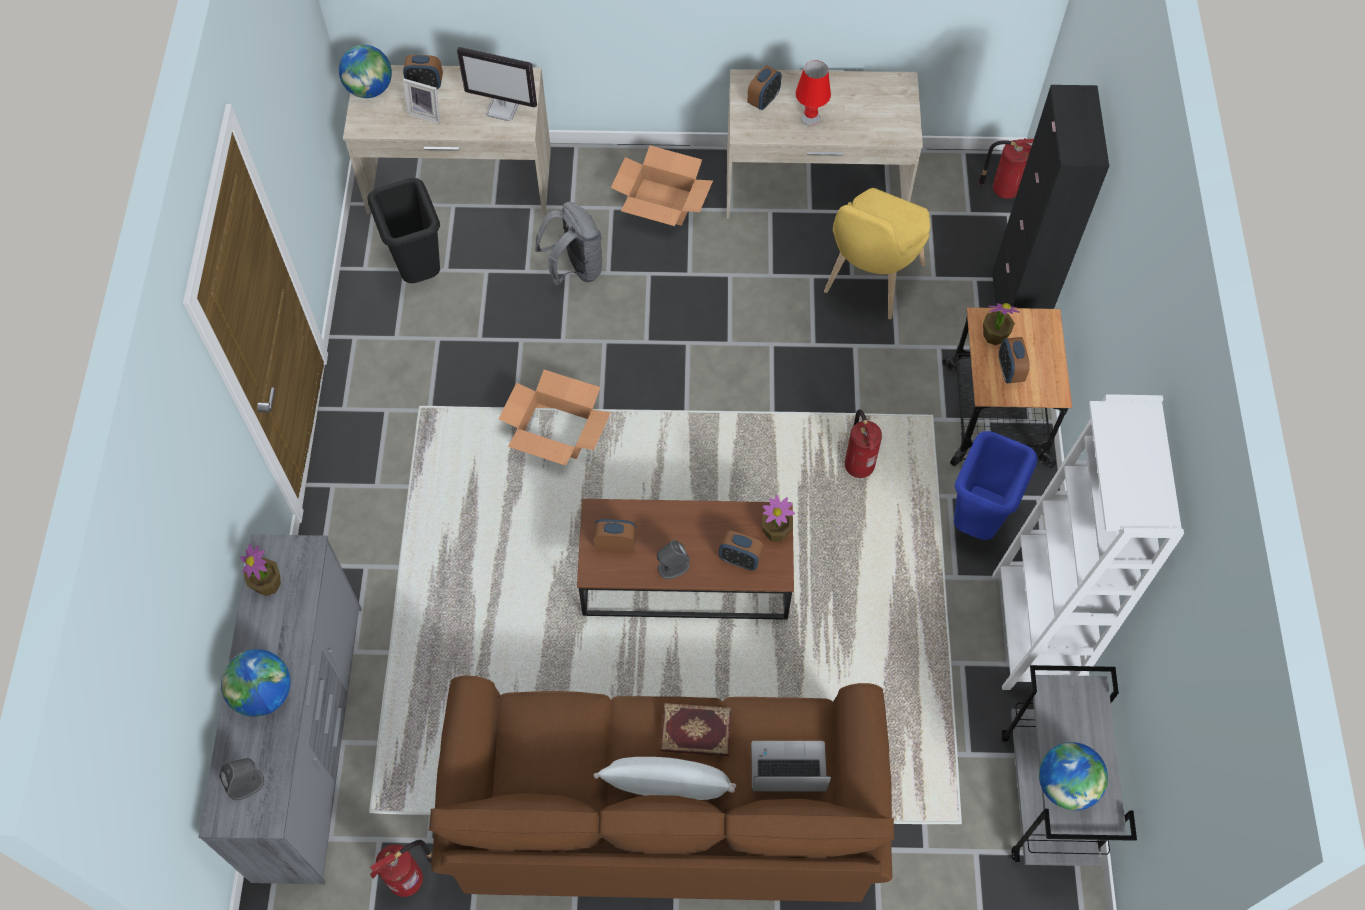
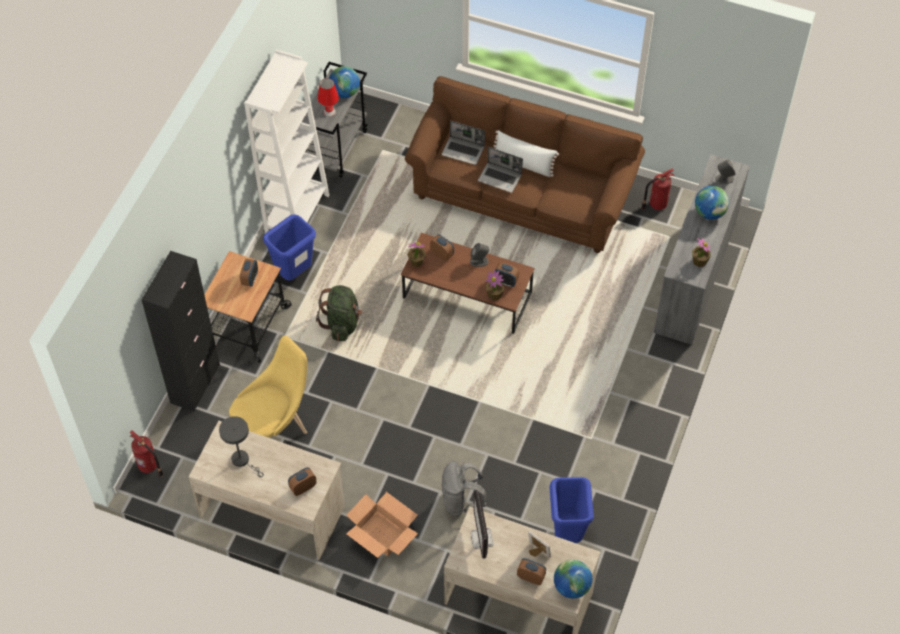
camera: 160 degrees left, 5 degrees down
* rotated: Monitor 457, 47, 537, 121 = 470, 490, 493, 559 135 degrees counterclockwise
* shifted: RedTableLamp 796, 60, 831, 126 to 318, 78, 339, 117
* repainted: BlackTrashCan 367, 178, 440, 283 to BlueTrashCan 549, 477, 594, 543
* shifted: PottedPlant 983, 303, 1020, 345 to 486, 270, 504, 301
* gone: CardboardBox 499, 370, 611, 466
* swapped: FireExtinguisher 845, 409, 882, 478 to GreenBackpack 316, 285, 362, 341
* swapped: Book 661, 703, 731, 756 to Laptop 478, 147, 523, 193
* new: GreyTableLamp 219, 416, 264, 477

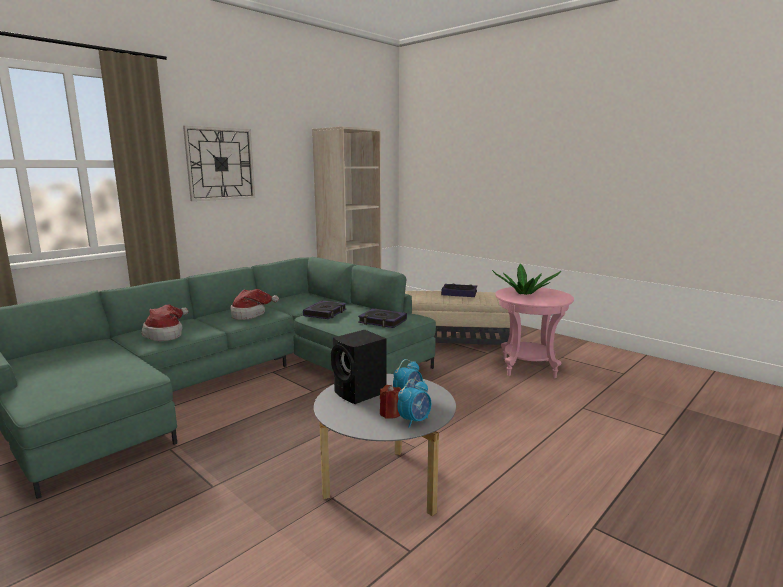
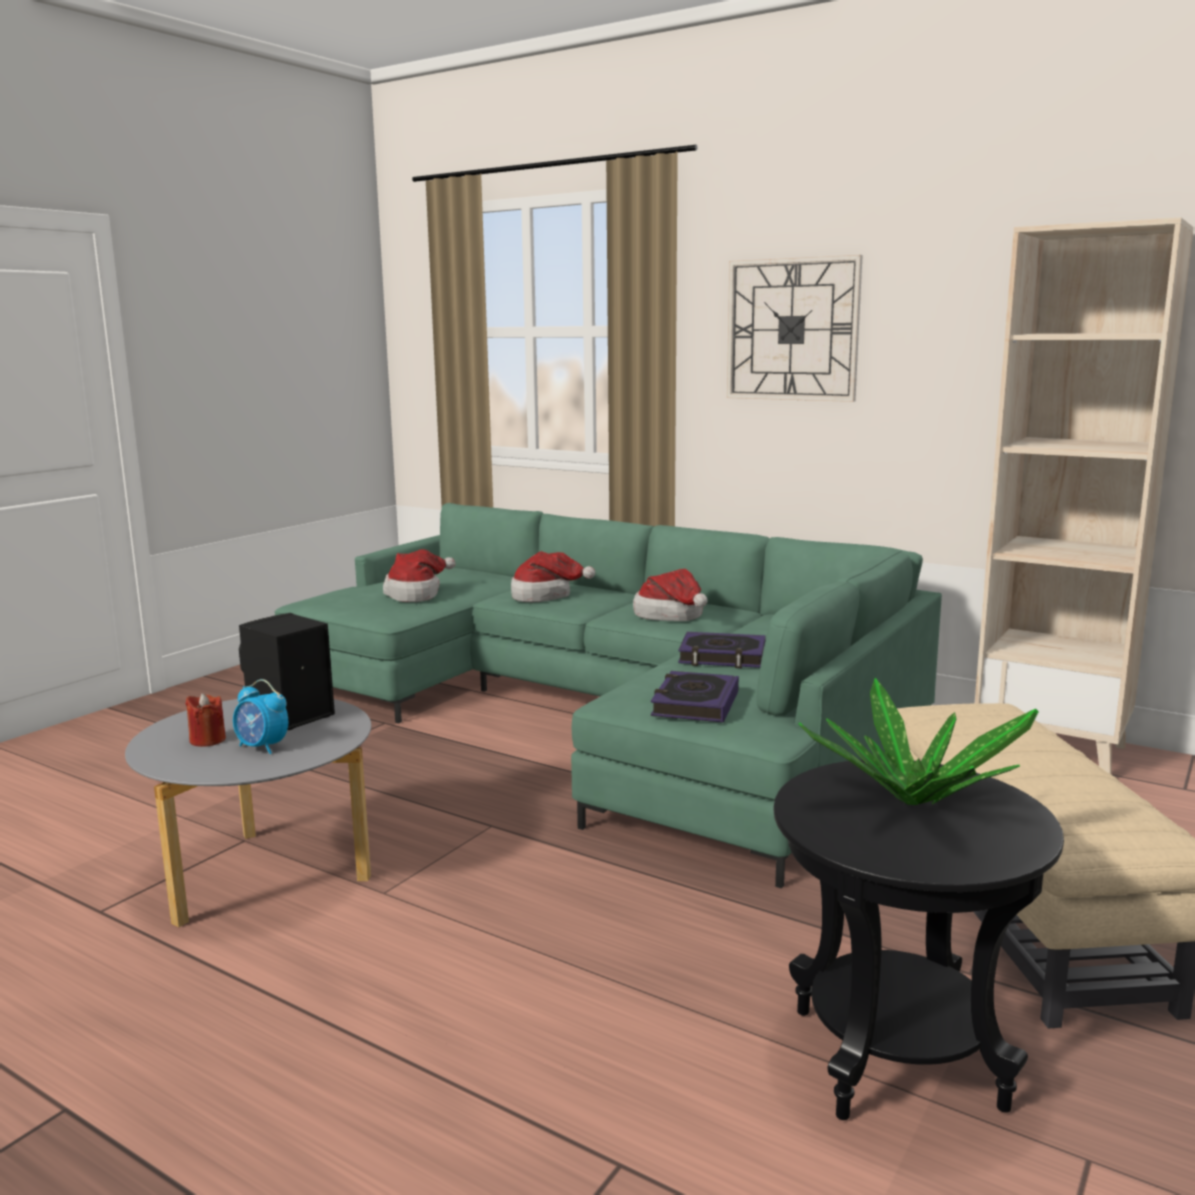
camera: 80 degrees right, 0 degrees up
* gone: Book 441, 284, 477, 297
* repainted: PinkSideTable 495, 287, 574, 378 to BlackSideTable 773, 760, 1064, 1120
* gone: AlarmClock 398, 379, 431, 428
* new: Hat 383, 549, 455, 602

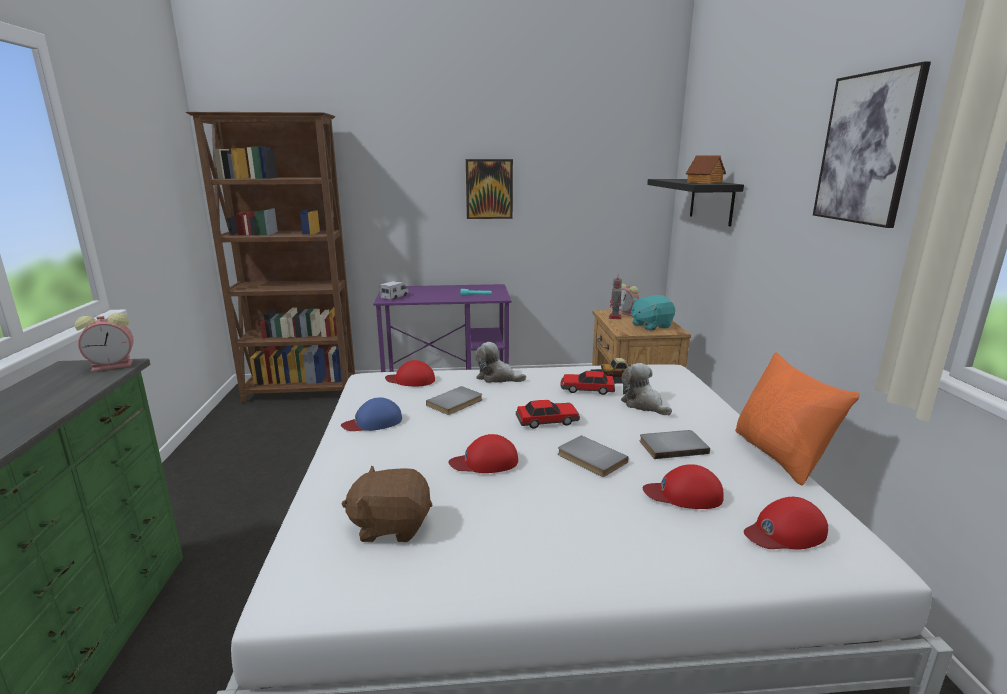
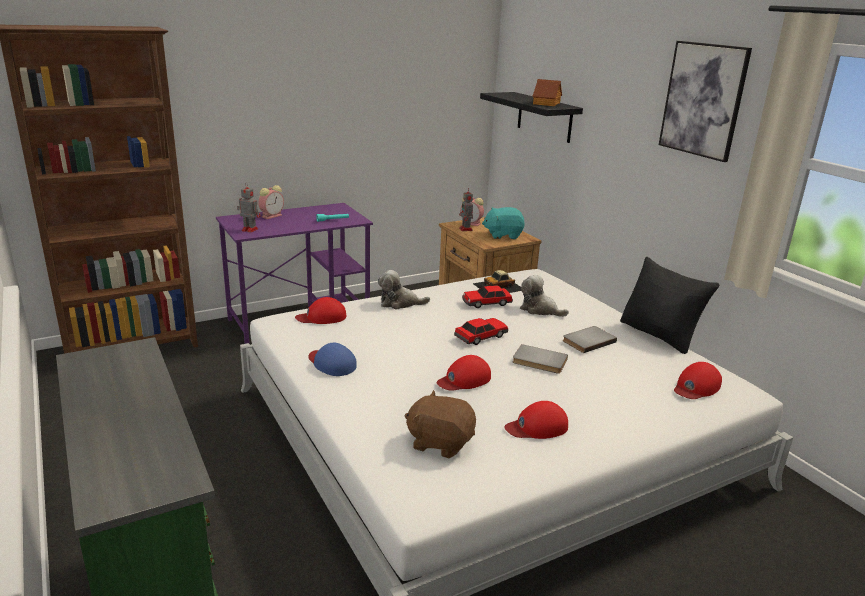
camera: 25 degrees left, 5 degrees up
* gone: Picture 466, 159, 513, 219
* swapped: ToyTruck 380, 281, 409, 300 to ToyRobot 237, 184, 260, 233
* rotated: TurquoisePlushToy 631, 295, 675, 331 = 482, 207, 525, 239 45 degrees clockwise
* shifted: AlarmClock 75, 313, 134, 372 to 258, 185, 284, 219
* repainted: OrangePillow 735, 352, 860, 485 to BlackPillow 620, 257, 720, 354
* gone: GreyBook 426, 386, 482, 415
* rotated: BlueCap 341, 397, 402, 431 = 308, 343, 357, 376 90 degrees clockwise
* shifted: RedCap 643, 464, 724, 509 to 504, 401, 568, 439
* rotated: BrownPlushToy 342, 465, 432, 542 = 405, 390, 476, 458 45 degrees clockwise

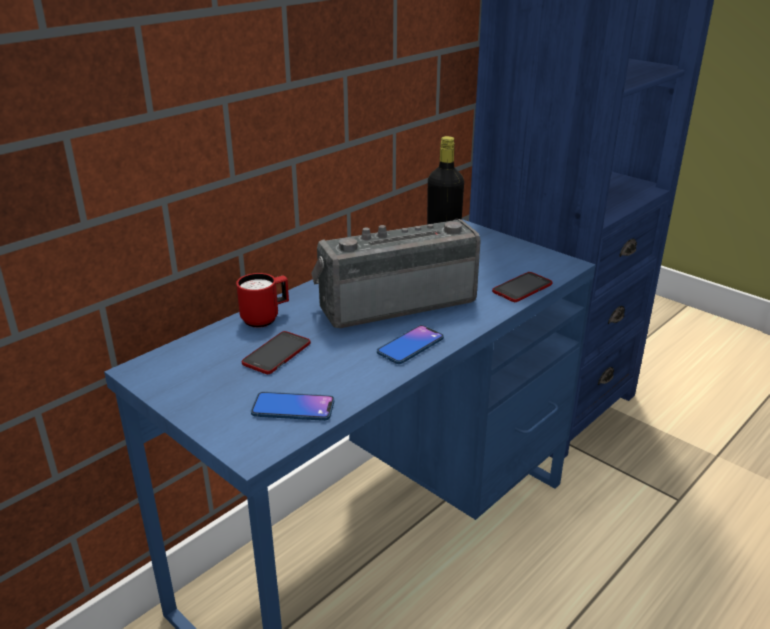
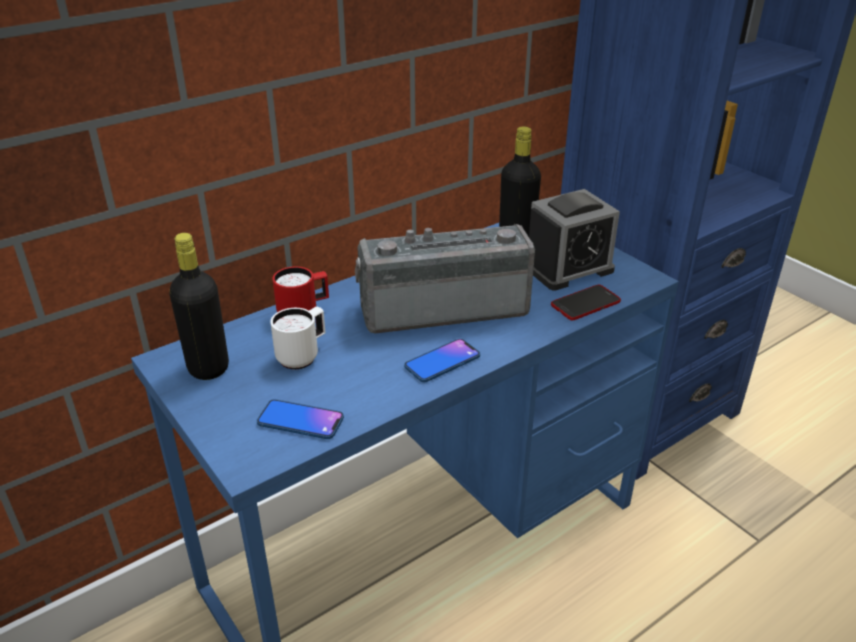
camera: 10 degrees right, 5 degrees up
* swapped: Phone 242, 331, 311, 374 to WhiteMug 270, 307, 325, 370
* new: AlarmClock 529, 189, 620, 290
* new: BlackBottle 170, 233, 229, 380

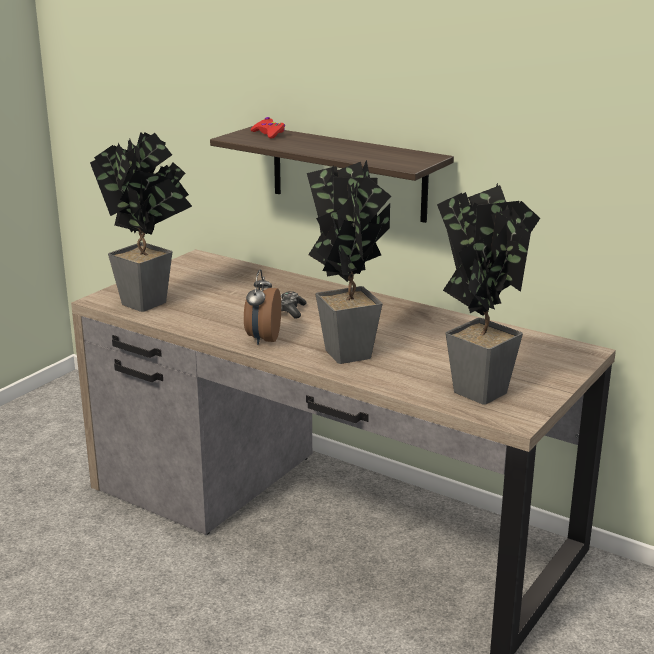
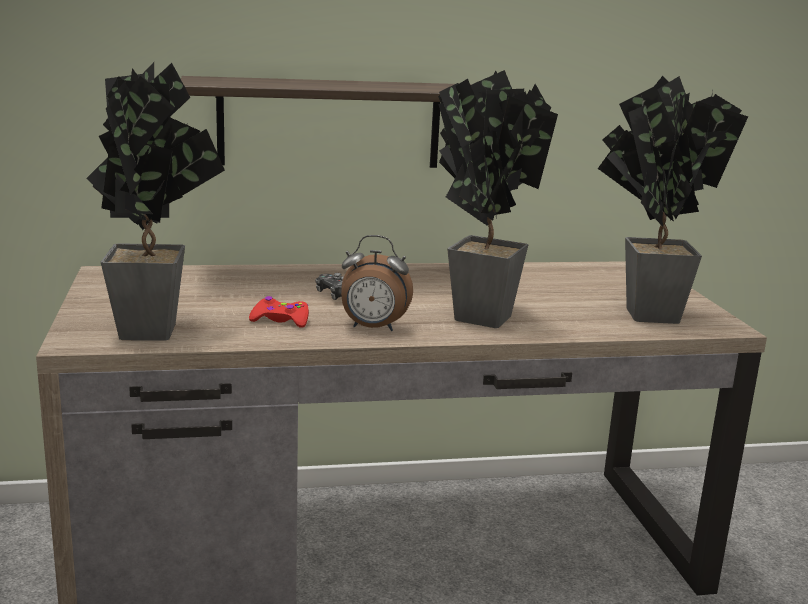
camera: 45 degrees left, 5 degrees down
* shifted: RedGameController 250, 117, 285, 139 to 249, 296, 309, 328
* rotated: AlarmClock 244, 269, 281, 345 = 341, 235, 413, 331 45 degrees counterclockwise

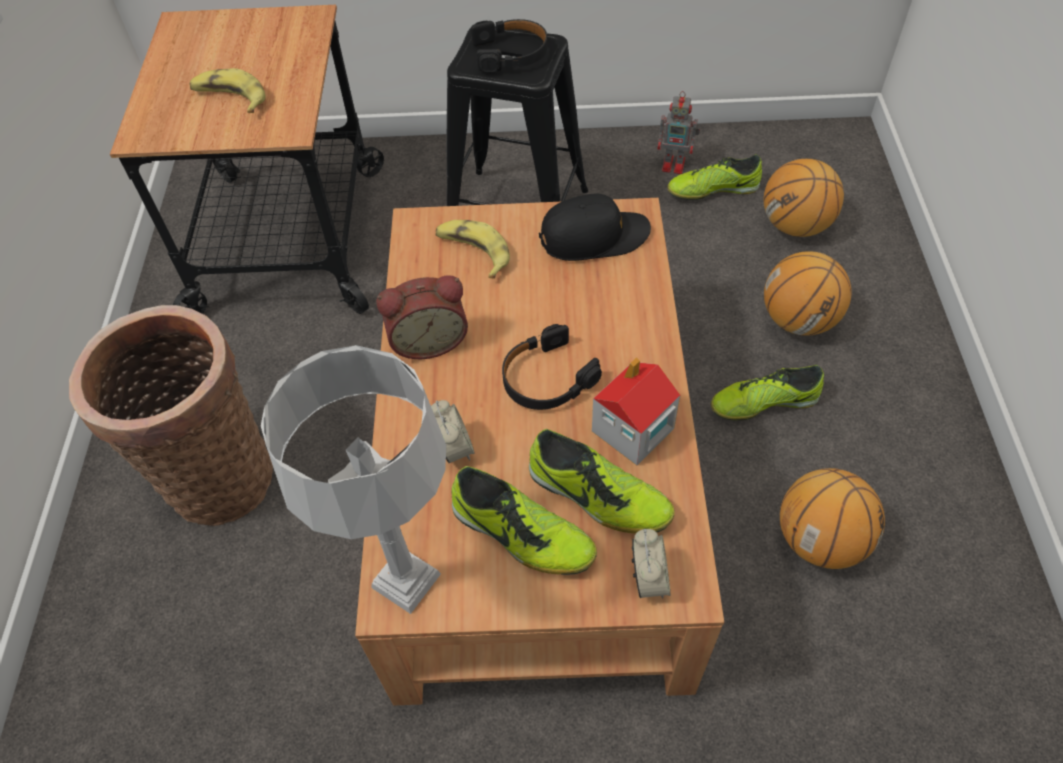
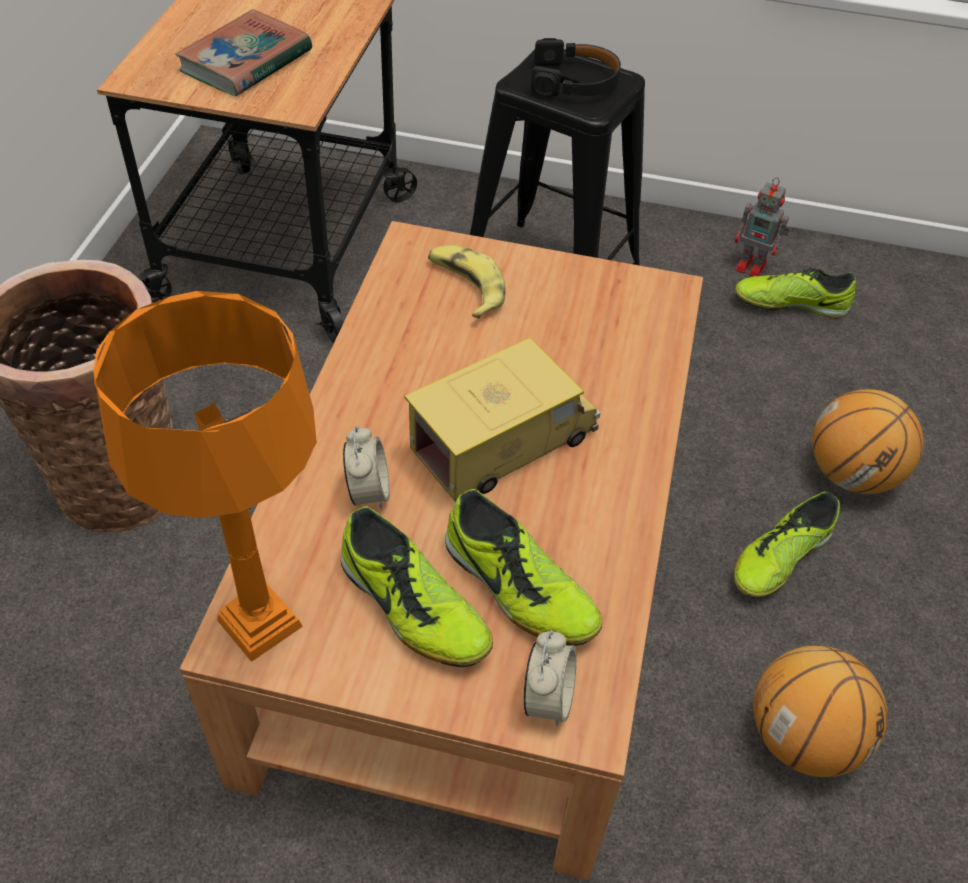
camera: 10 degrees right, 5 degrees down
* swapped: Banana 190, 68, 266, 113 to Book 175, 9, 312, 96
* gone: Basketball 764, 159, 844, 237
* gone: BlackCap 539, 194, 651, 261
* gone: AlarmClock 376, 275, 468, 359
* swapped: BlackHeadphones 502, 324, 602, 410 to ToyTruck 404, 338, 600, 502
* repainted: GreyTableLamp 261, 345, 446, 614 to OrangeTableLamp 93, 291, 317, 662
* gone: ToyHouse 592, 357, 680, 465
* rotated: Shoe 711, 365, 824, 420 = 733, 491, 840, 599 45 degrees counterclockwise

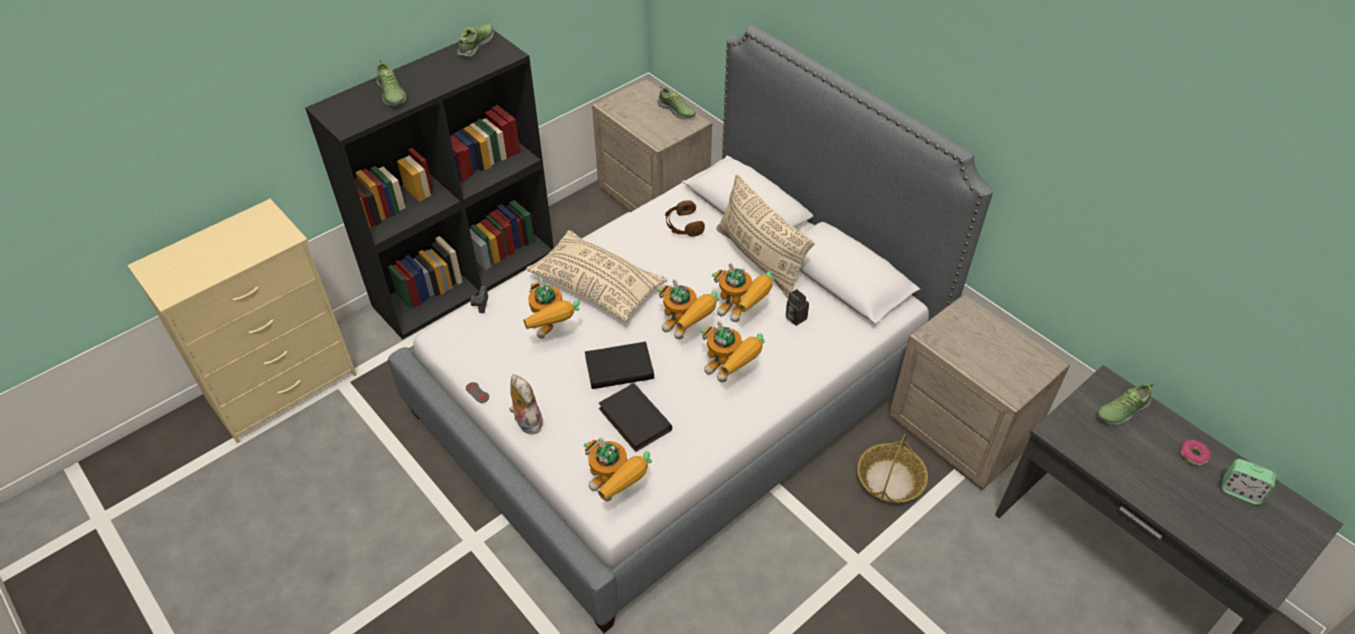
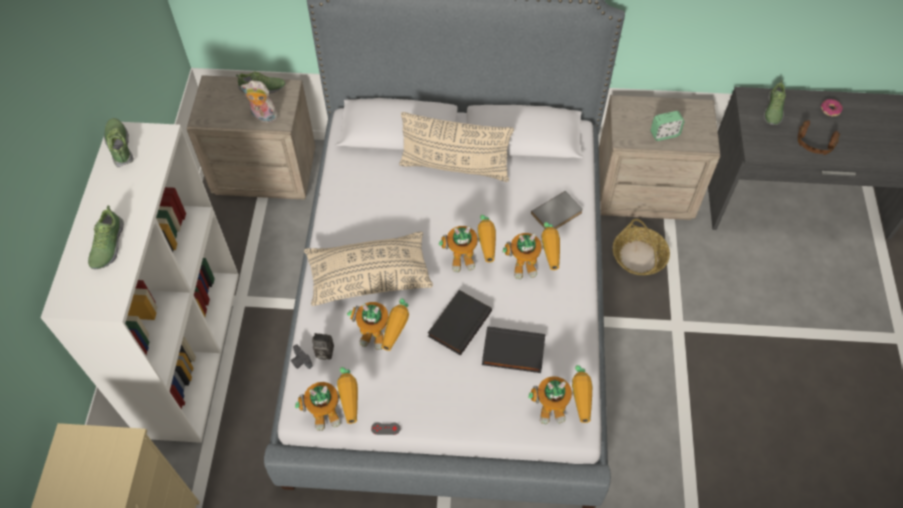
camera: 45 degrees left, 10 degrees up
* repainted: BlackBookcase 305, 30, 554, 340 to WhiteBookcase 40, 122, 239, 443
* rotated: Shoe 377, 60, 407, 106 = 88, 205, 124, 270 75 degrees clockwise
* shifted: BrownHeadphones 665, 200, 705, 237 to 798, 120, 840, 155
* shifted: ToyRobot 712, 263, 774, 322 to 295, 367, 358, 431
* shifted: PhotoCamera 785, 289, 809, 326 to 312, 333, 334, 360
* shifted: PlushToy 509, 374, 543, 434 to 241, 81, 278, 123
* shifted: AlarmClock 1221, 459, 1276, 505 to 651, 111, 685, 141
* new: GreyBook 531, 191, 583, 229

